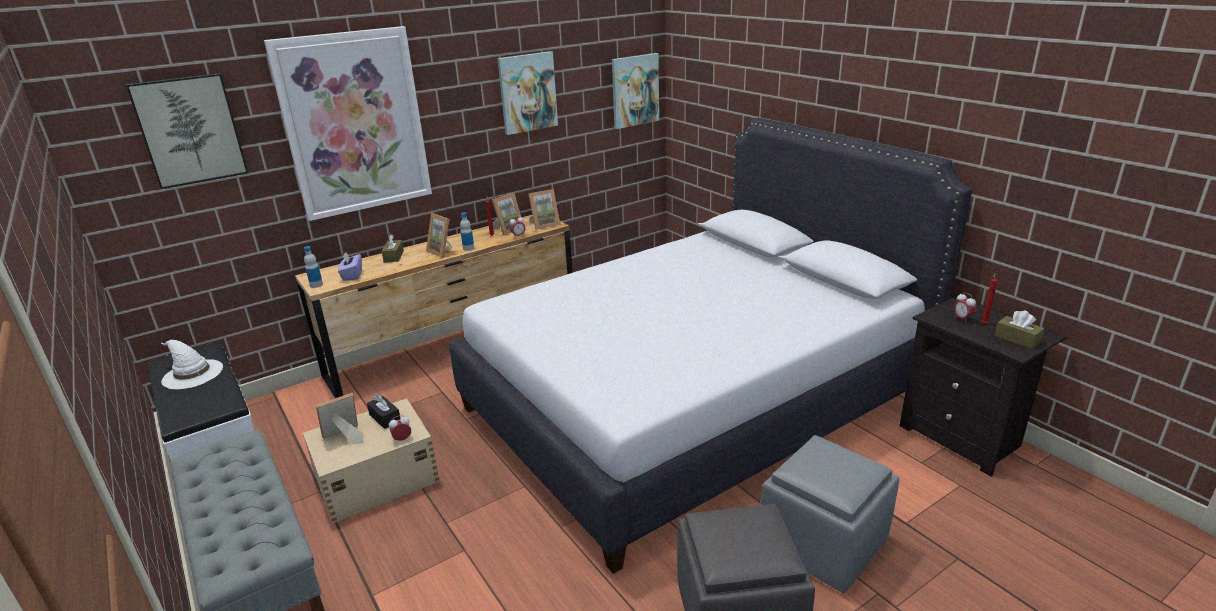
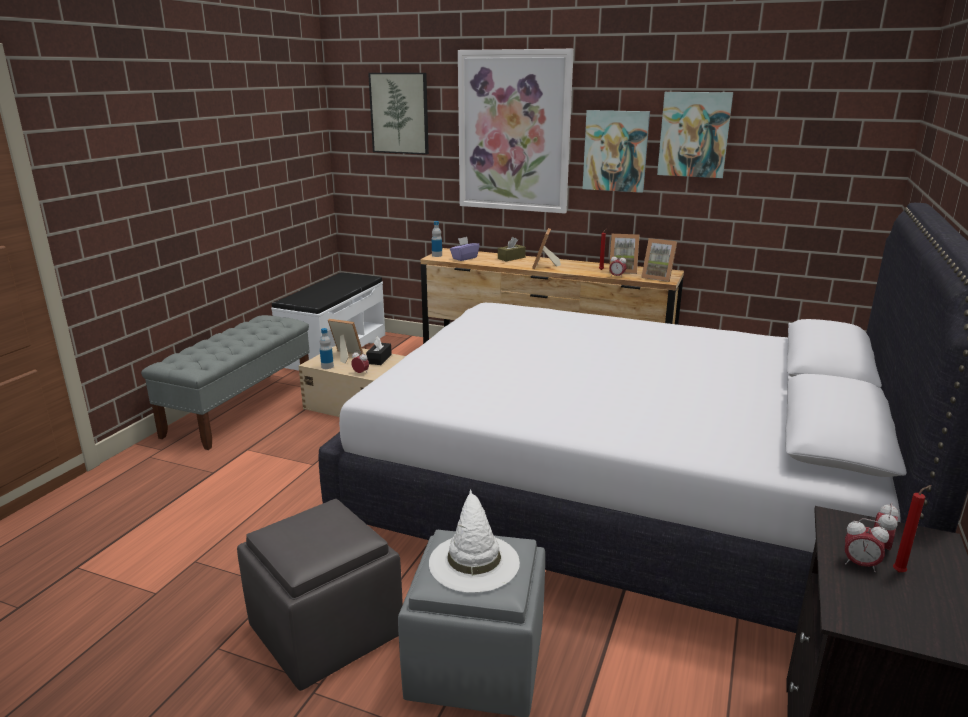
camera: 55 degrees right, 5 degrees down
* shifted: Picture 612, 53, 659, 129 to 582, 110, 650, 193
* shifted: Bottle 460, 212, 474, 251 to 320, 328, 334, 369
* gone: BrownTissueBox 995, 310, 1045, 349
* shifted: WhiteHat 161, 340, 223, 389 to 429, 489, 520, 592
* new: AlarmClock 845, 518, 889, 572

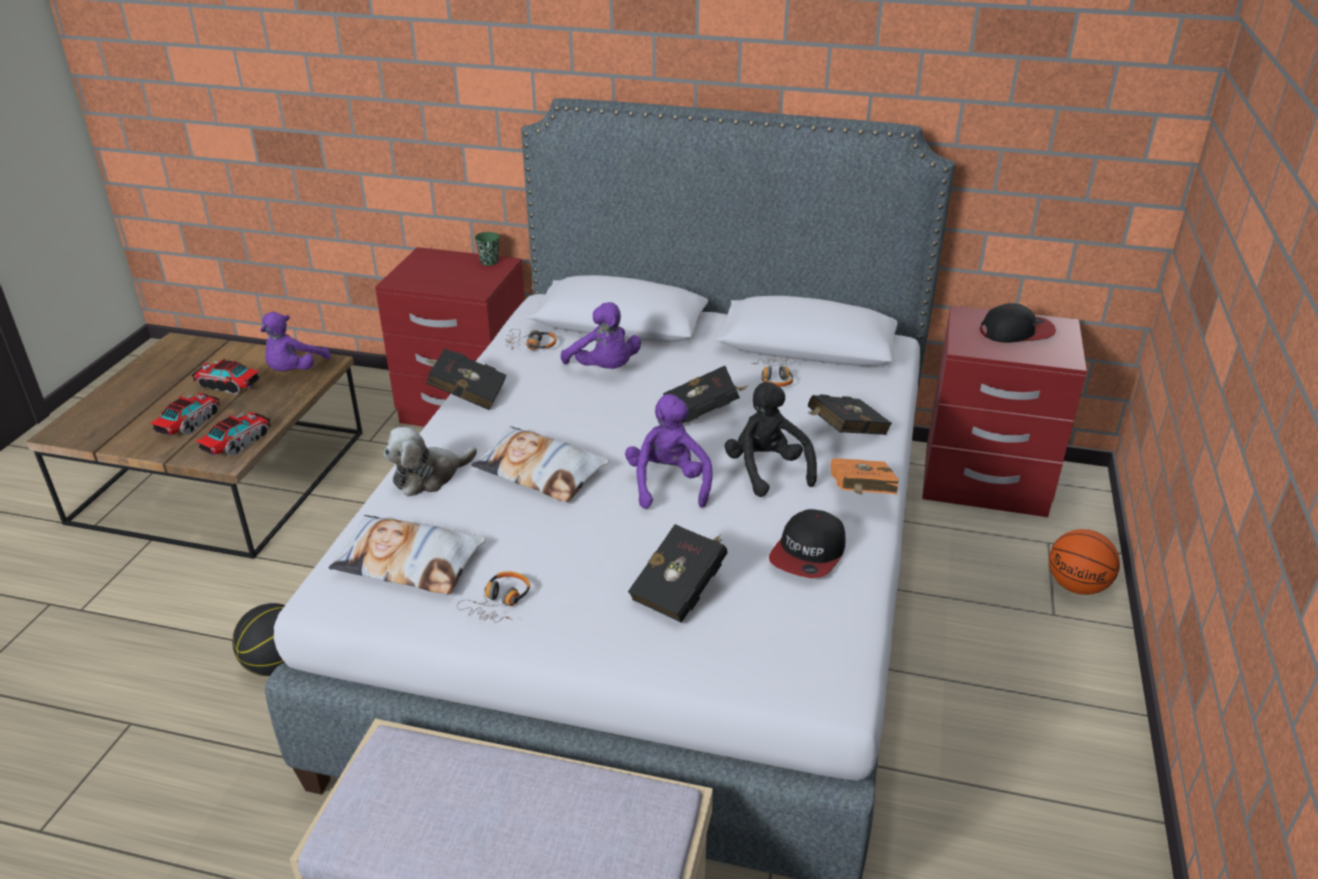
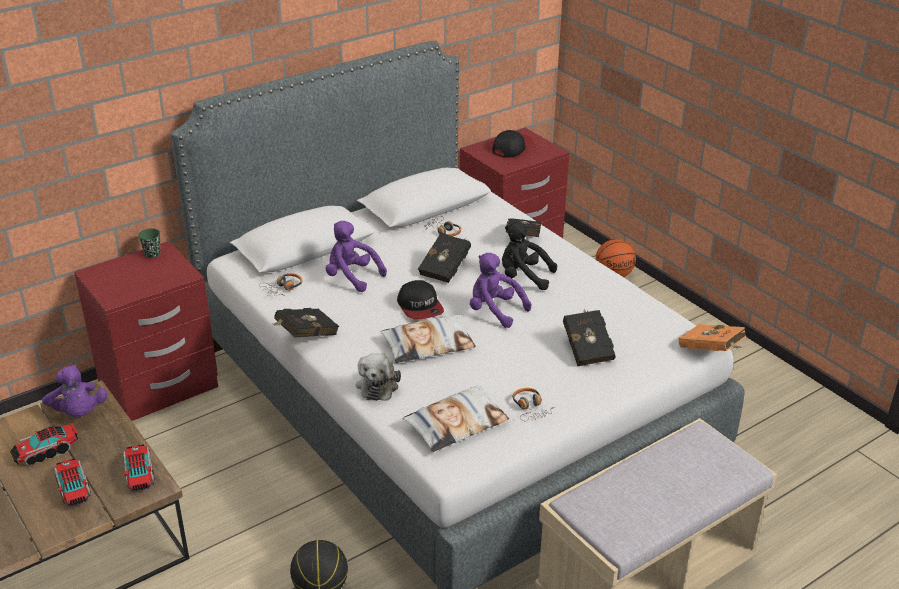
camera: 50 degrees left, 0 degrees up
* rotated: PurplePlushToy 561, 302, 641, 369 = 326, 221, 387, 292 150 degrees counterclockwise
* shifted: OrangeBook 831, 458, 899, 495 to 679, 324, 746, 351
* shifted: Cap 769, 509, 846, 578 to 397, 280, 444, 319

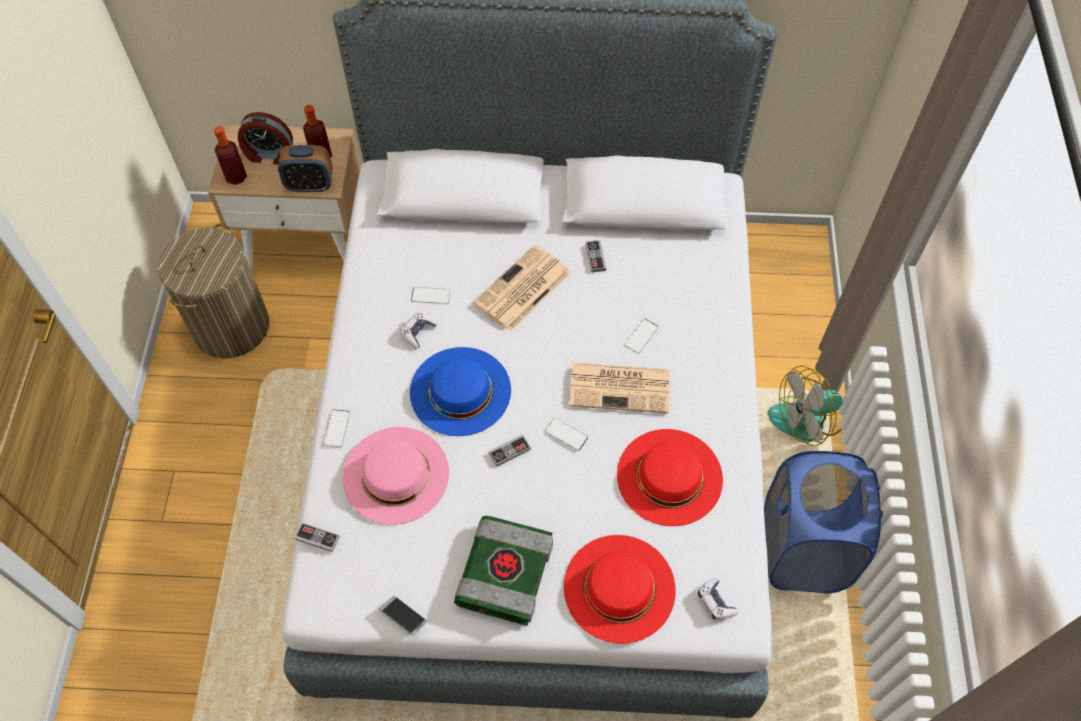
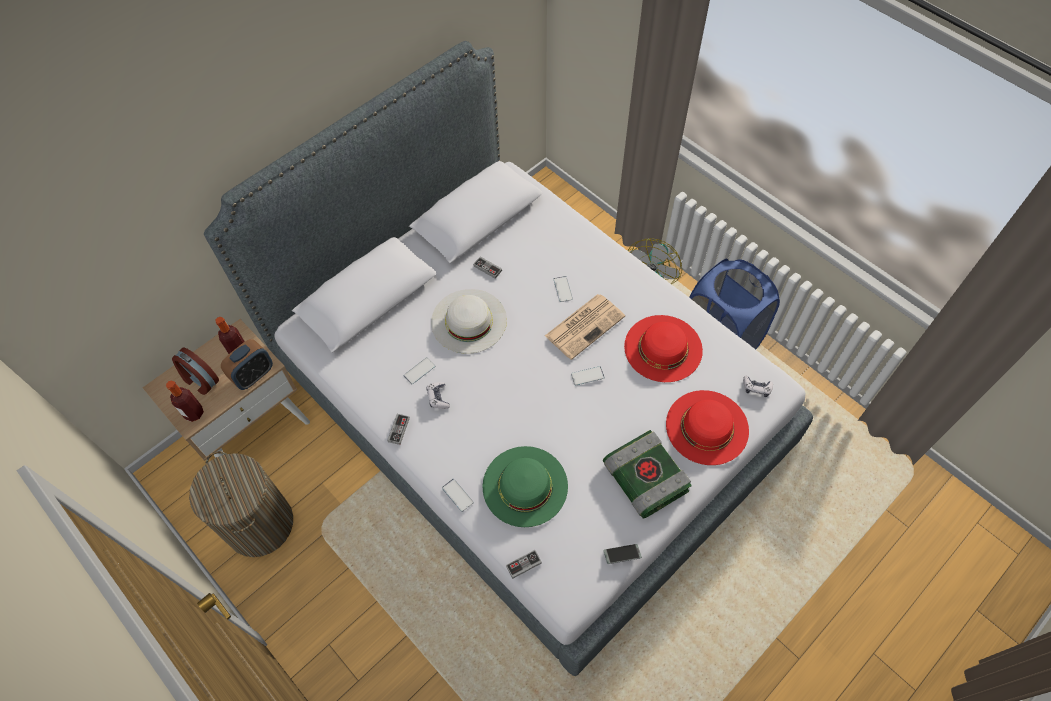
camera: 45 degrees left, 0 degrees up
* rotated: AlarmClock 238, 112, 293, 165 = 172, 347, 219, 395 75 degrees clockwise
* swapped: Newspaper 474, 245, 571, 332 to WhiteHat 431, 289, 507, 354
* gone: BlueHat 410, 347, 511, 436
* repainted: PinkHat 343, 427, 449, 525 to GreenHat 483, 446, 568, 527
* shifted: GameController 489, 434, 531, 467 to 387, 414, 410, 445

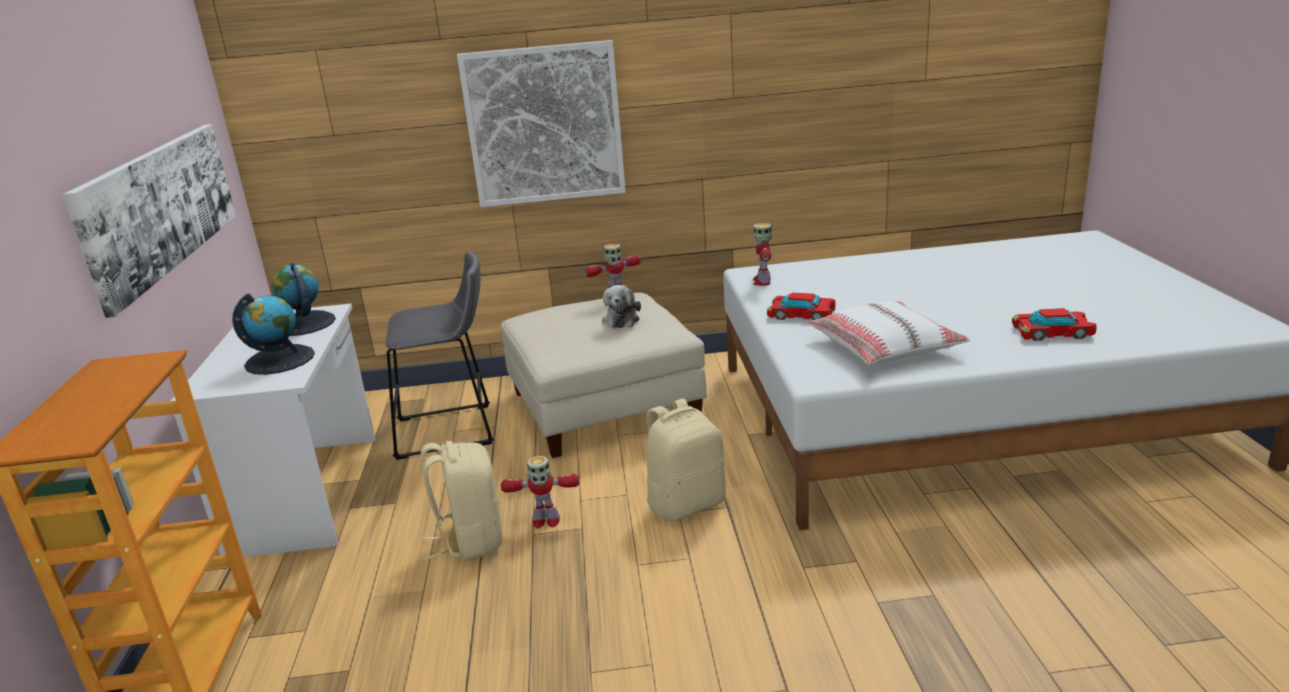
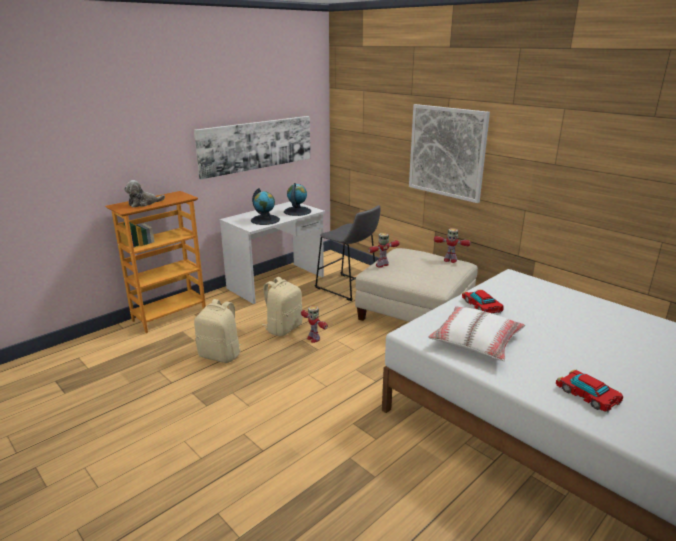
camera: 50 degrees right, 0 degrees up
* shifted: ToyRobot 753, 223, 772, 286 to 368, 233, 400, 268
* shifted: PlushToy 602, 285, 641, 328 to 124, 180, 165, 207
* shifted: BeigeBackpack 647, 398, 726, 521 to 194, 299, 241, 363

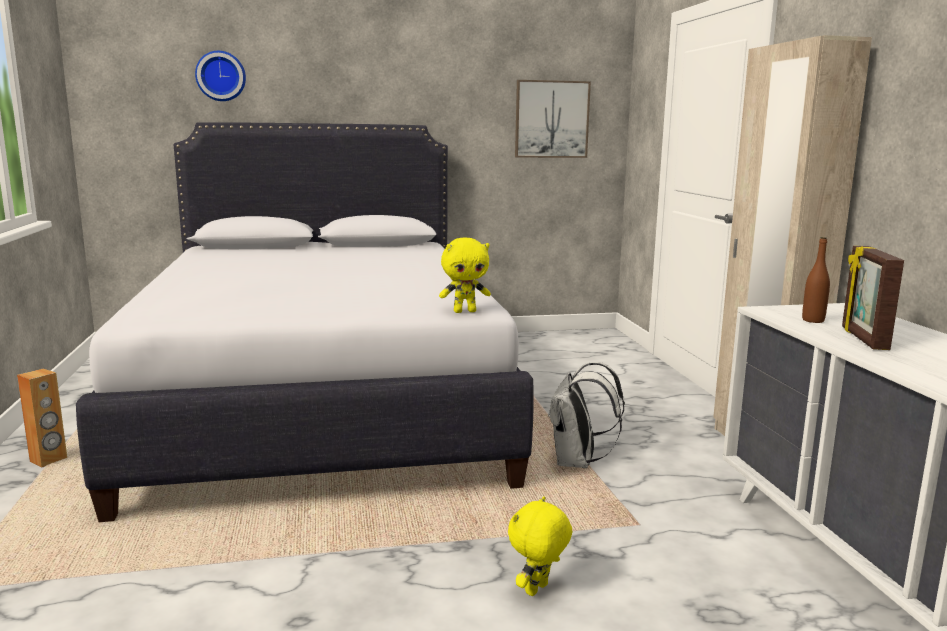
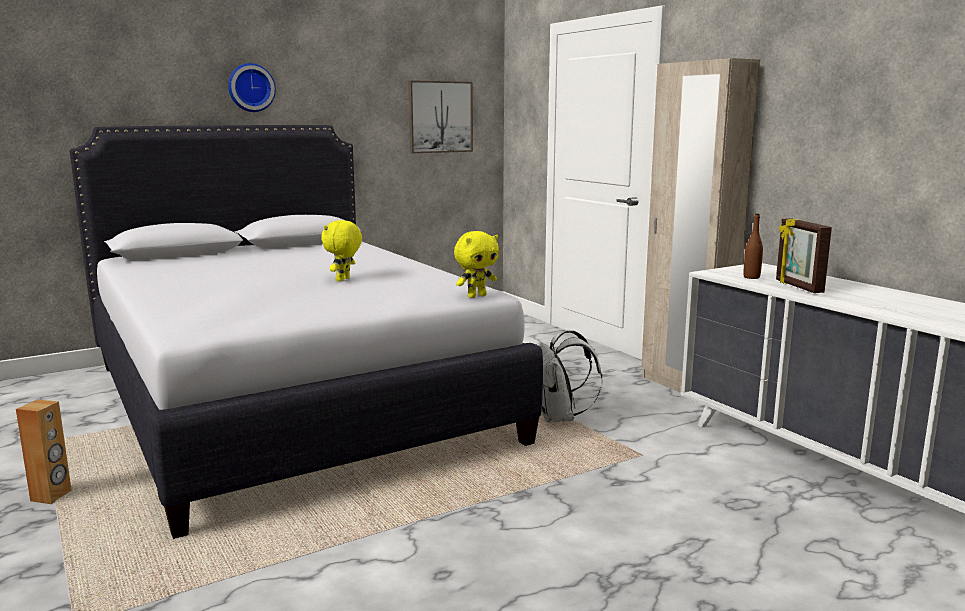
camera: 20 degrees left, 0 degrees up
* shifted: WallClock 195, 51, 246, 101 to 228, 63, 276, 112
* shifted: YellowPlushToy 508, 496, 572, 596 to 321, 220, 362, 281

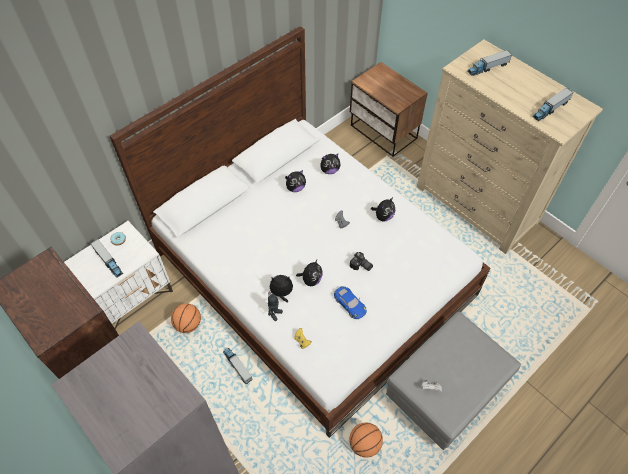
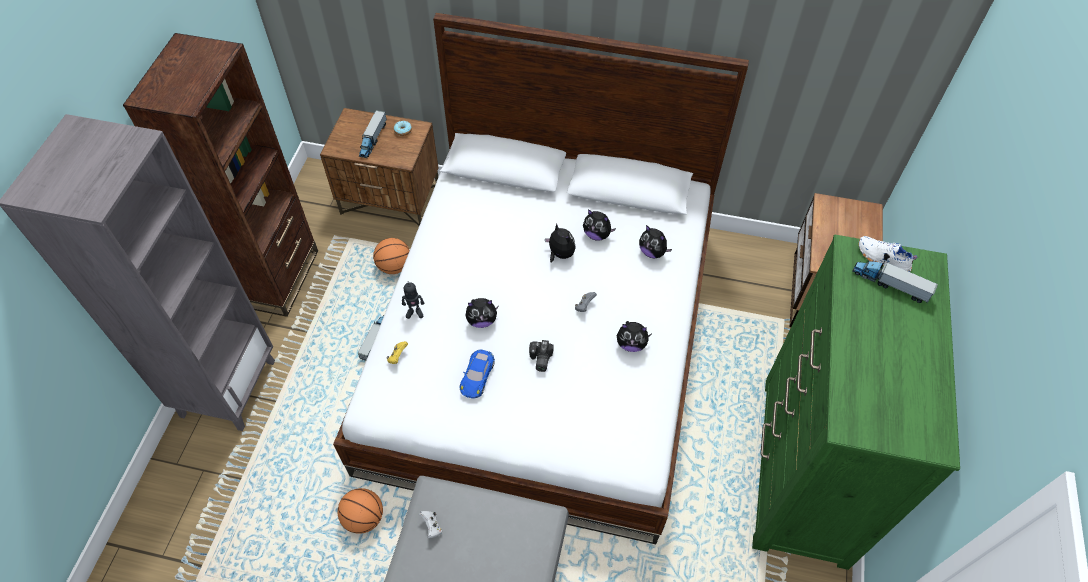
camera: 55 degrees right, 0 degrees up
* repainted: BeigeDresser 417, 39, 603, 254 to GreenDresser 752, 234, 960, 570
* gone: ToyTruck 532, 88, 574, 121
* repainted: WhiteNightstand 64, 221, 173, 330 to BrownNightstand 320, 108, 439, 226
* shifted: PlushToy 268, 275, 293, 303 to 545, 224, 576, 263
* new: WhiteShoe 859, 236, 917, 272

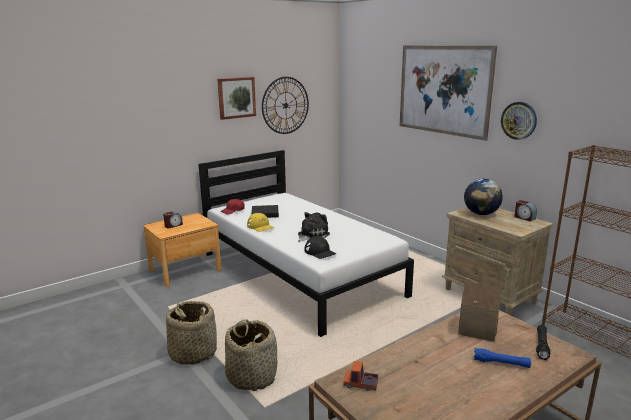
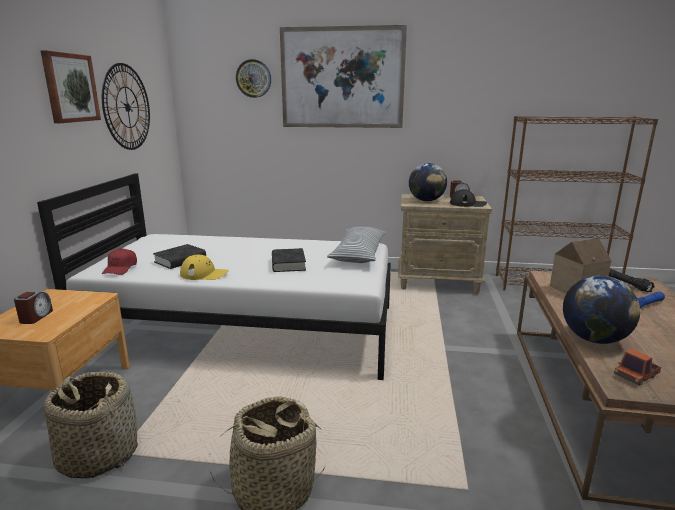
camera: 45 degrees left, 0 degrees up
* shifted: WallClock 501, 102, 537, 140 to 236, 59, 271, 98
* swapped: PlushToy 298, 212, 330, 242 to BlackBook 272, 248, 306, 272
* shifted: BlackCap 305, 236, 336, 259 to 450, 189, 487, 207
* shifted: Basket 225, 319, 277, 391 to 44, 372, 138, 479
* new: Pillow 327, 227, 386, 263
* new: Globe 563, 276, 640, 344

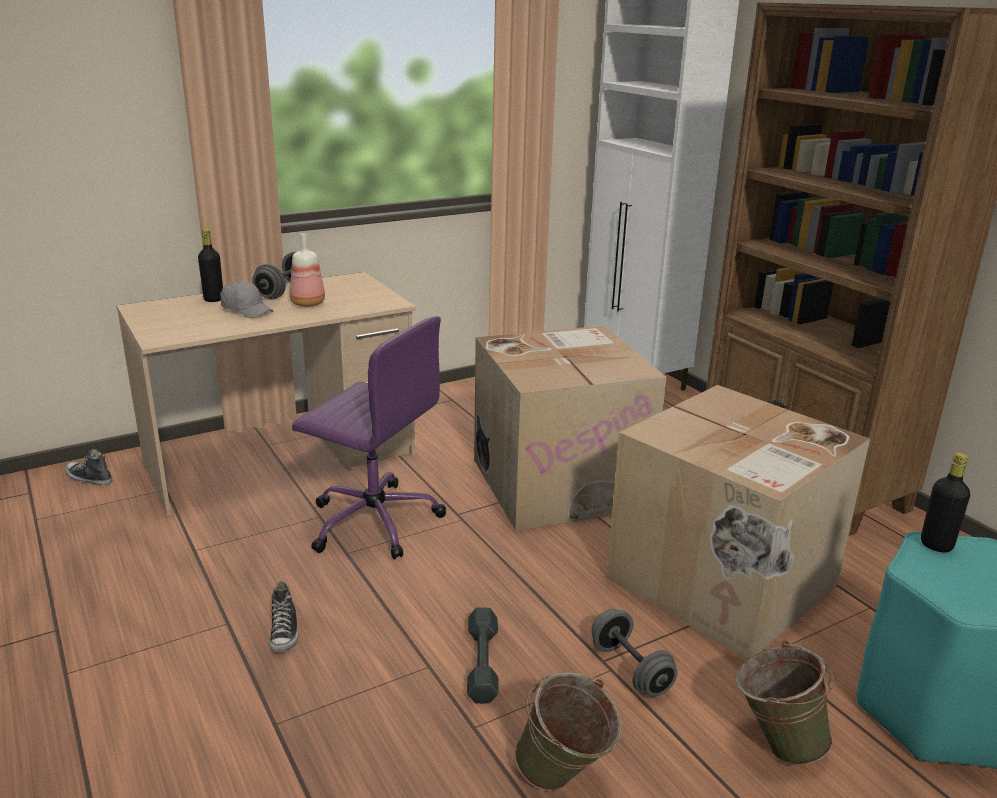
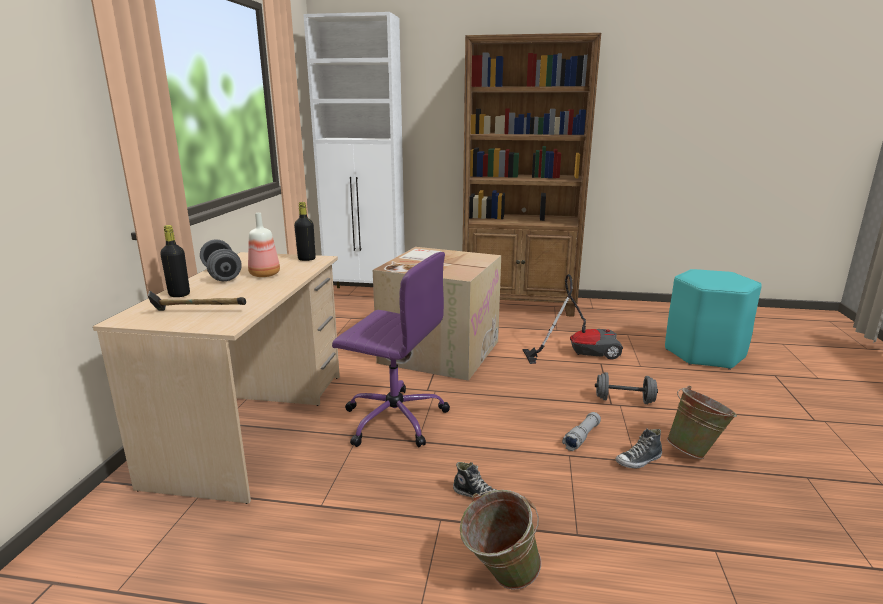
camera: 50 degrees left, 5 degrees down
* gone: GreyCap 220, 280, 274, 318
* rotated: PurpleOfficeChair 292, 316, 446, 559 = 332, 252, 450, 447 45 degrees clockwise
* swapped: CardboardBox 606, 385, 870, 659 to VacuumCleaner 523, 274, 623, 364
* shifted: Shoe 65, 449, 112, 486 to 615, 428, 662, 468
* shifted: BlackBottle 921, 452, 970, 552 to 294, 202, 316, 261
* swapped: GreyDumbbell 467, 607, 499, 704 to GreyFlashlight 562, 412, 601, 451
* shifted: GreenBucket 736, 640, 834, 765 to 460, 490, 541, 590
* new: Hammer 148, 291, 246, 311

